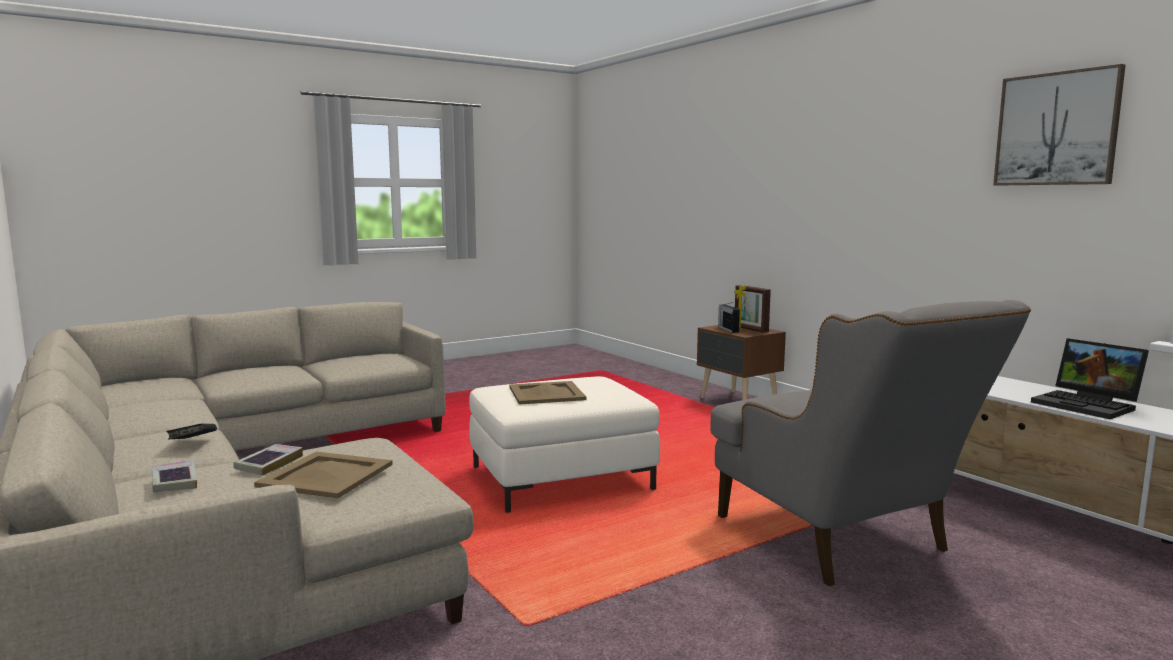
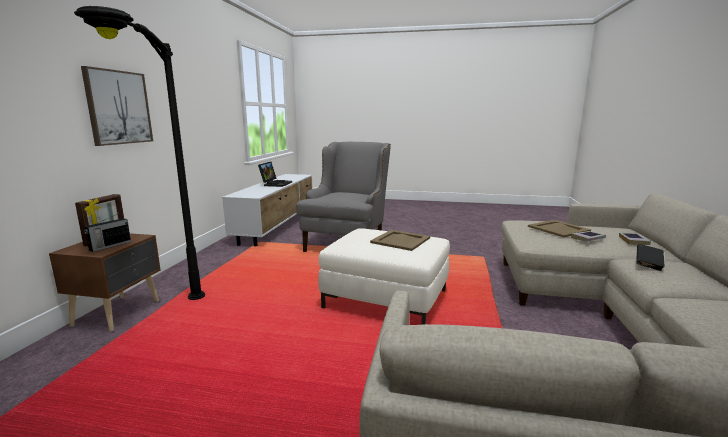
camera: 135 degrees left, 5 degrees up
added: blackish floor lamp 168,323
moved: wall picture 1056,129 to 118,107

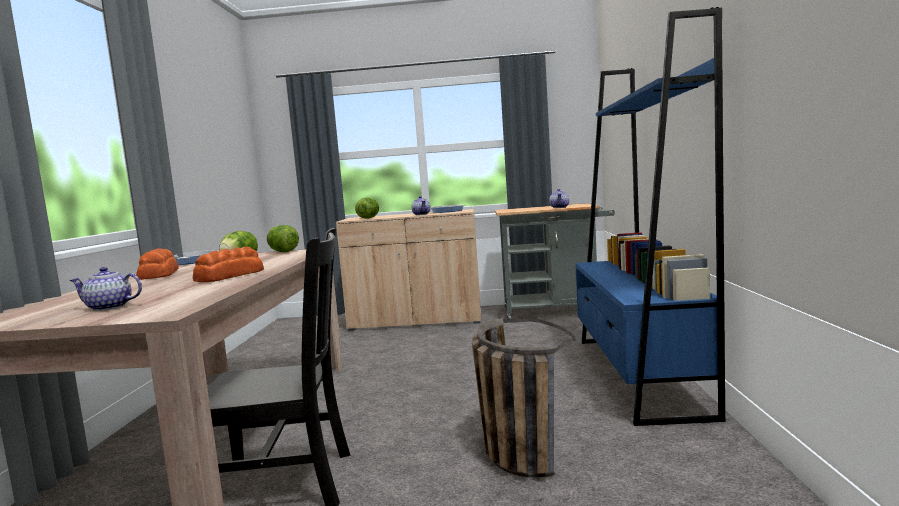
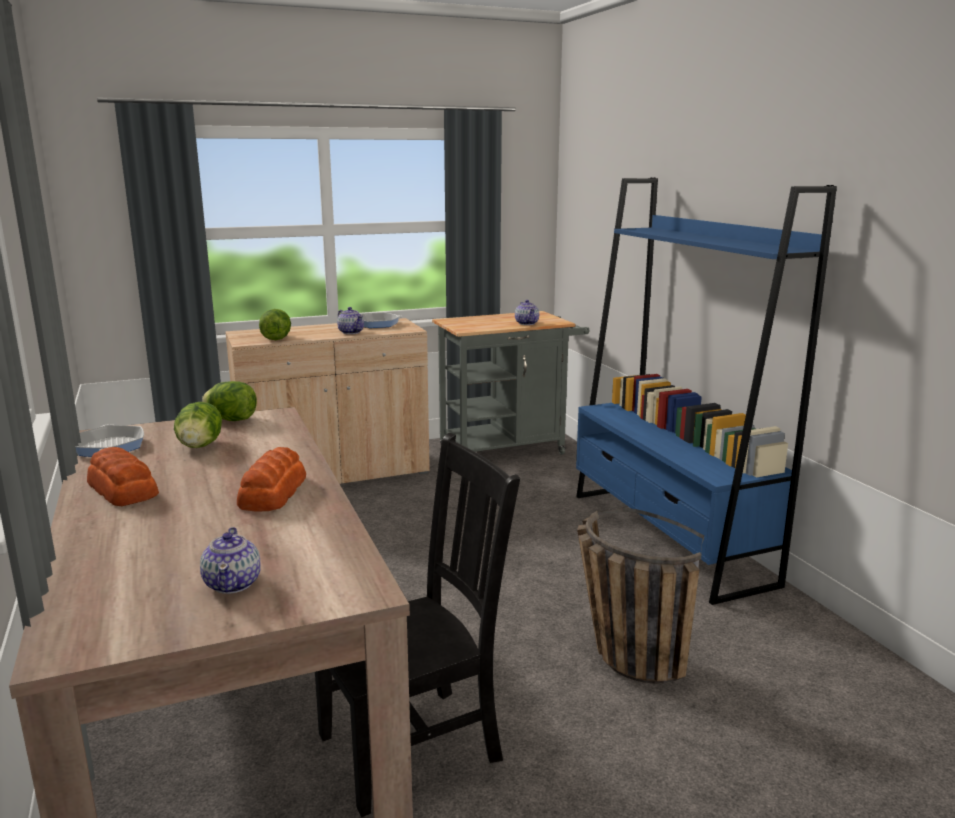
camera: 25 degrees left, 10 degrees up
turned: pot for tea 109,307 = 233,583 75 degrees counterclockwise

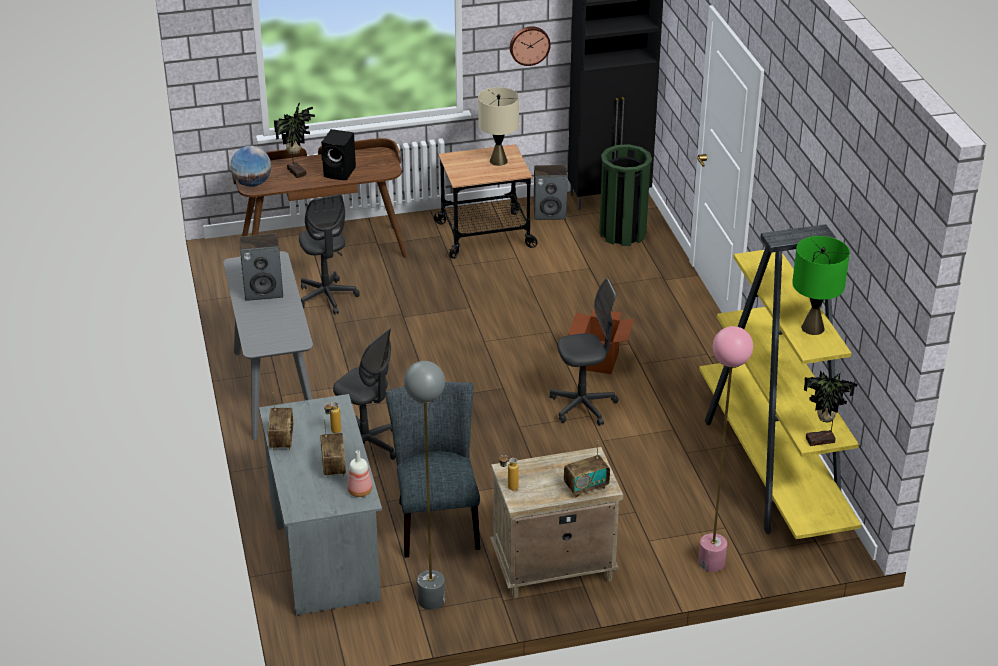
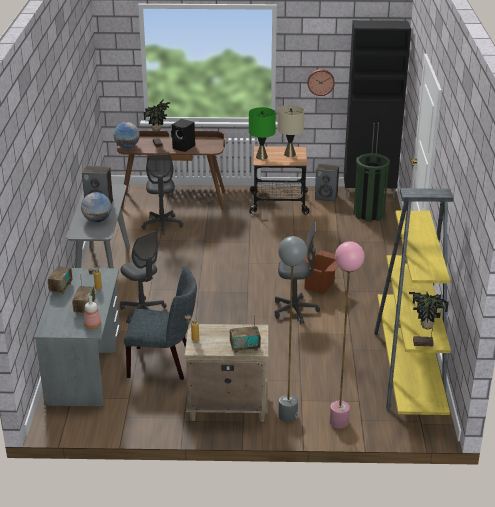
camera: 15 degrees right, 5 degrees down
added: world globe 97,220
moved: gray floor lamp 431,600 to 287,416; green-coloured lamp for a table 813,328 to 262,157
turned: gray plain chair 436,521 = 164,364 90 degrees clockwise

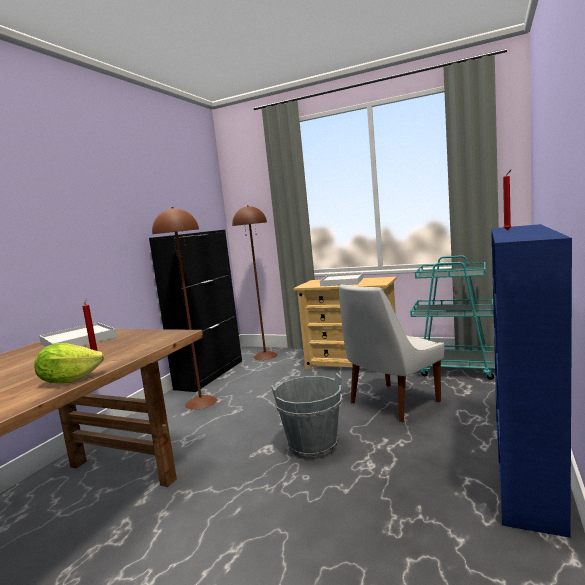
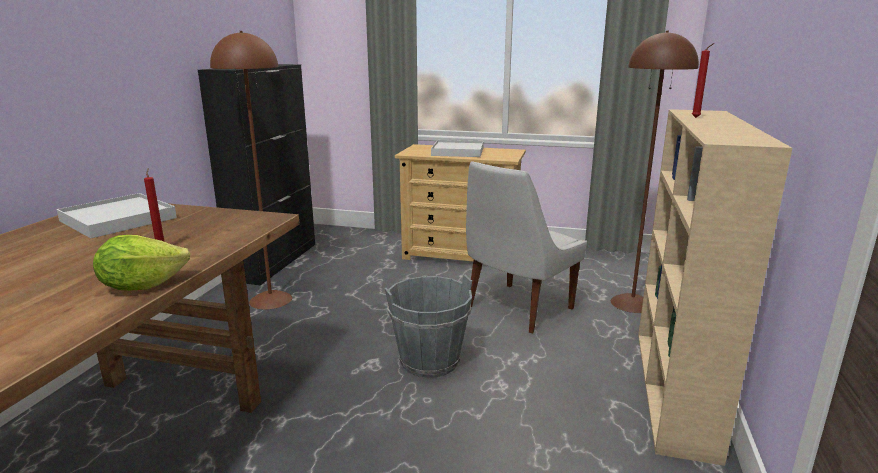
camera: 10 degrees left, 10 degrees up
removed: turquoise wheeled cart 455,368
moved: brownish floor lamp 265,356 to 632,303
recoloured: bluish bookcase 526,468 to beige-coloured bookcase 674,390

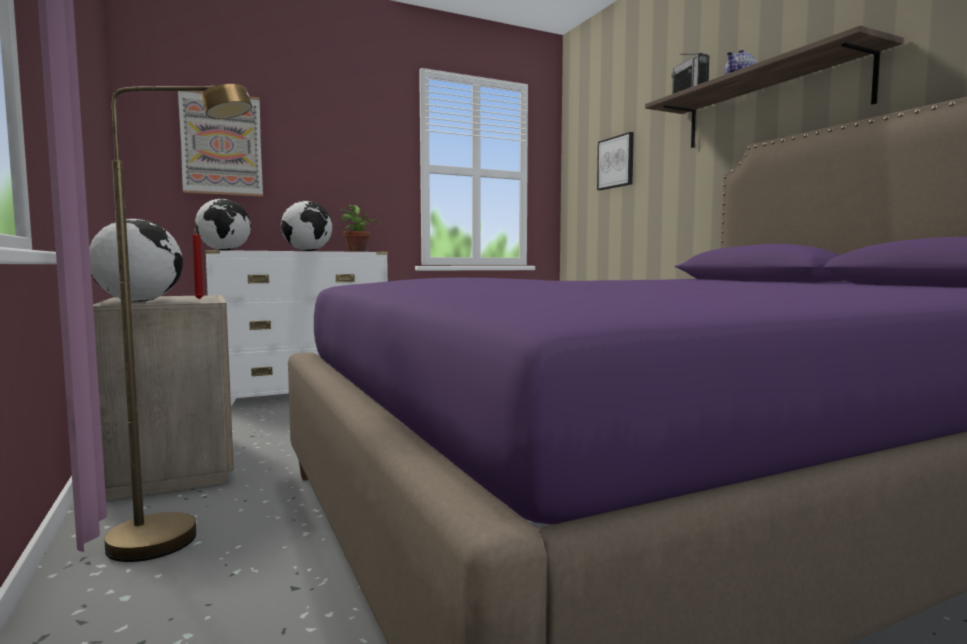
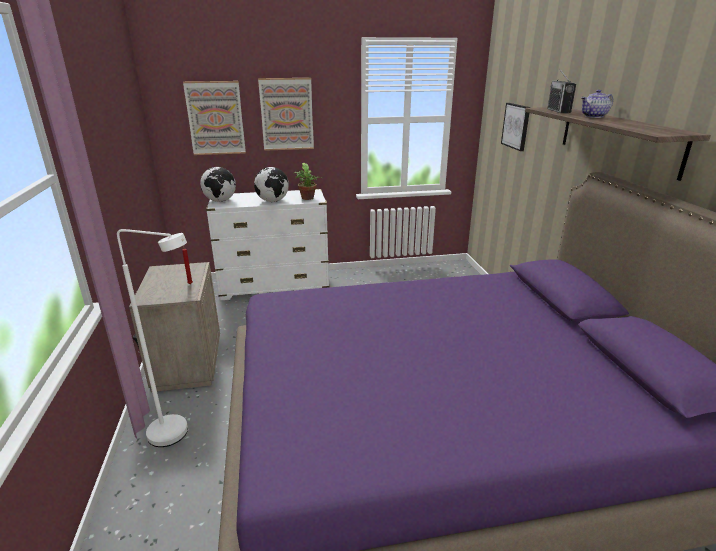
camera: 15 degrees right, 20 degrees up
removed: world globe 139,301
added: wall picture 287,114
recoloured: brownish floor lamp 177,540 to white floor lamp 178,434

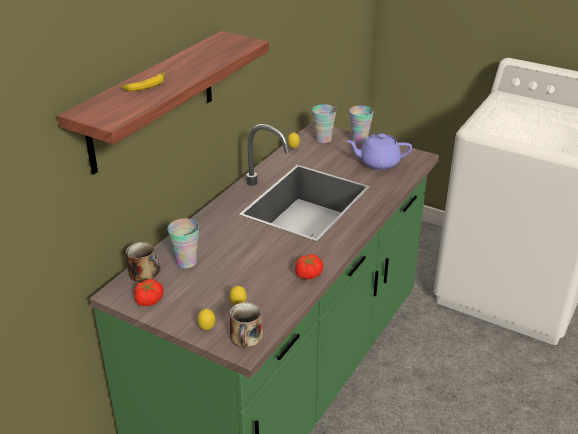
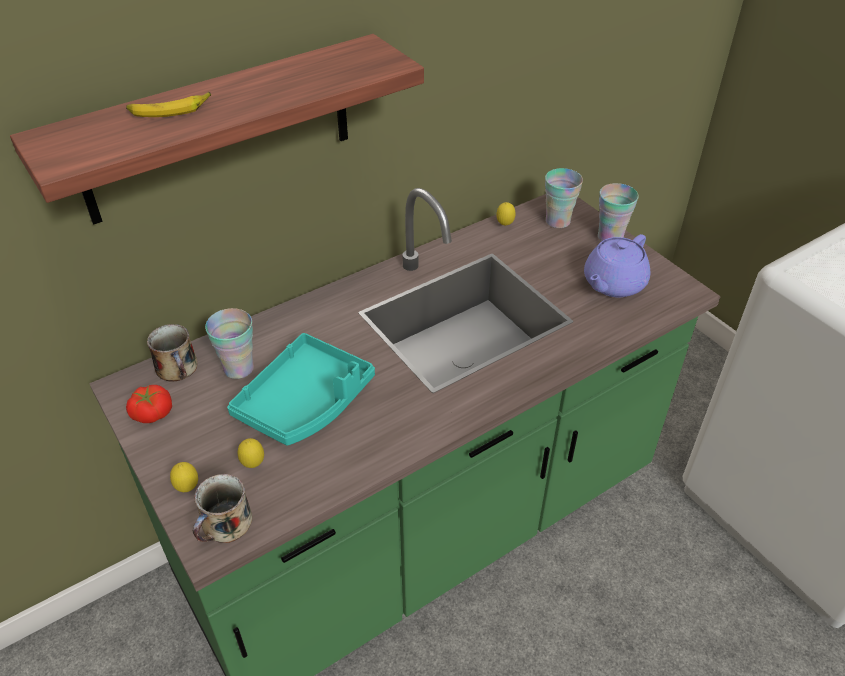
camera: 25 degrees right, 10 degrees up
removed: whole tomato 308,274
added: turquoise tray 306,402
turned: purple-coloured pot for tea 378,163 = 613,284 75 degrees counterclockwise

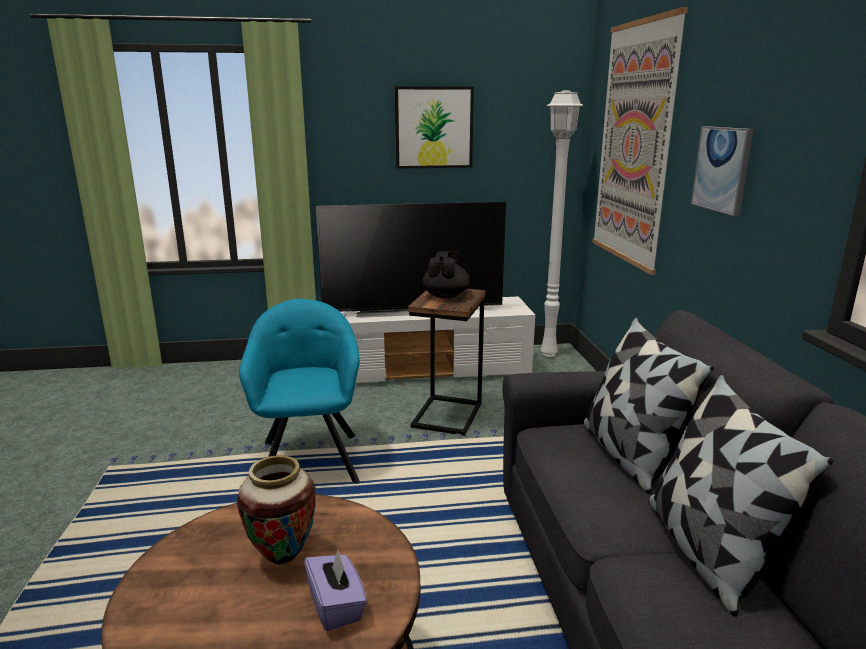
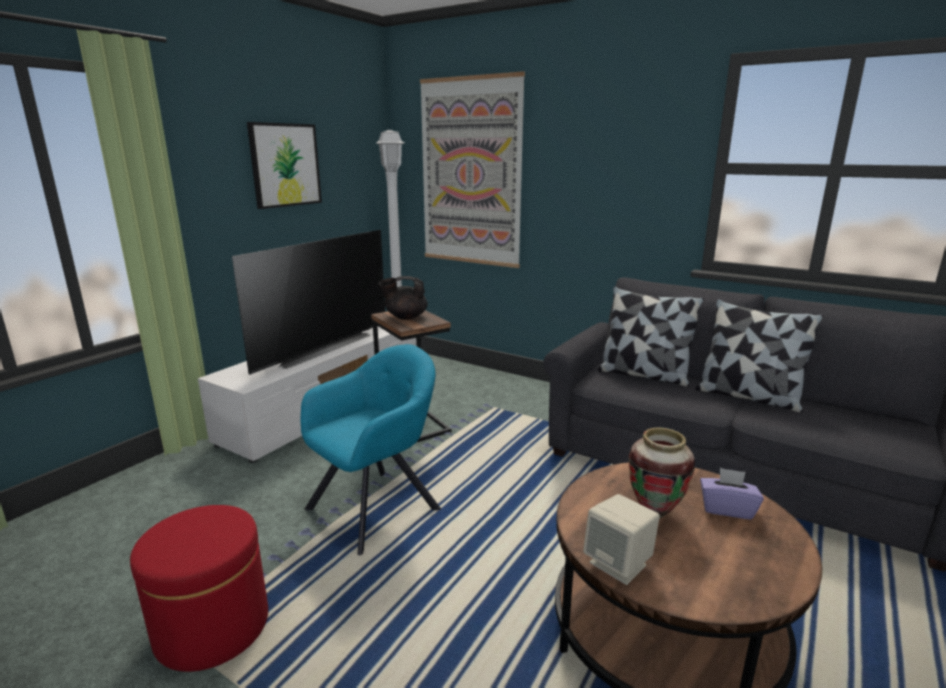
camera: 50 degrees left, 0 degrees up
removed: wall picture 722,169
added: red footrest 212,627; beige-coloured loudspeaker 618,564
turned: turquoise armchair 309,458 = 377,506 105 degrees clockwise; blackish pot for tea 446,296 = 405,317 60 degrees counterclockwise

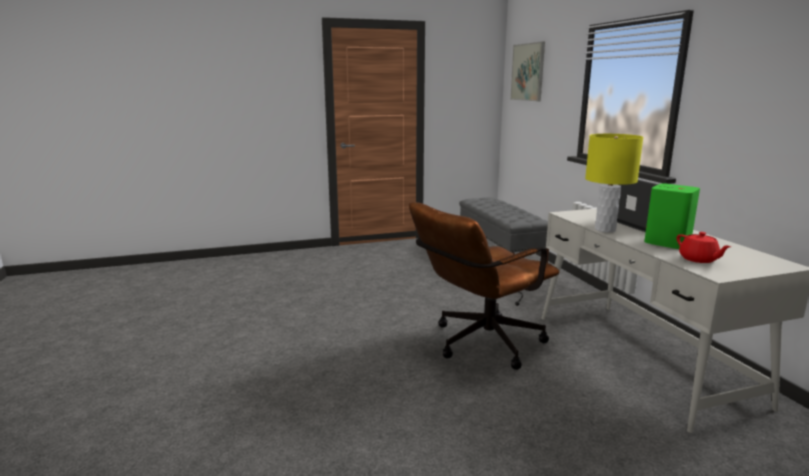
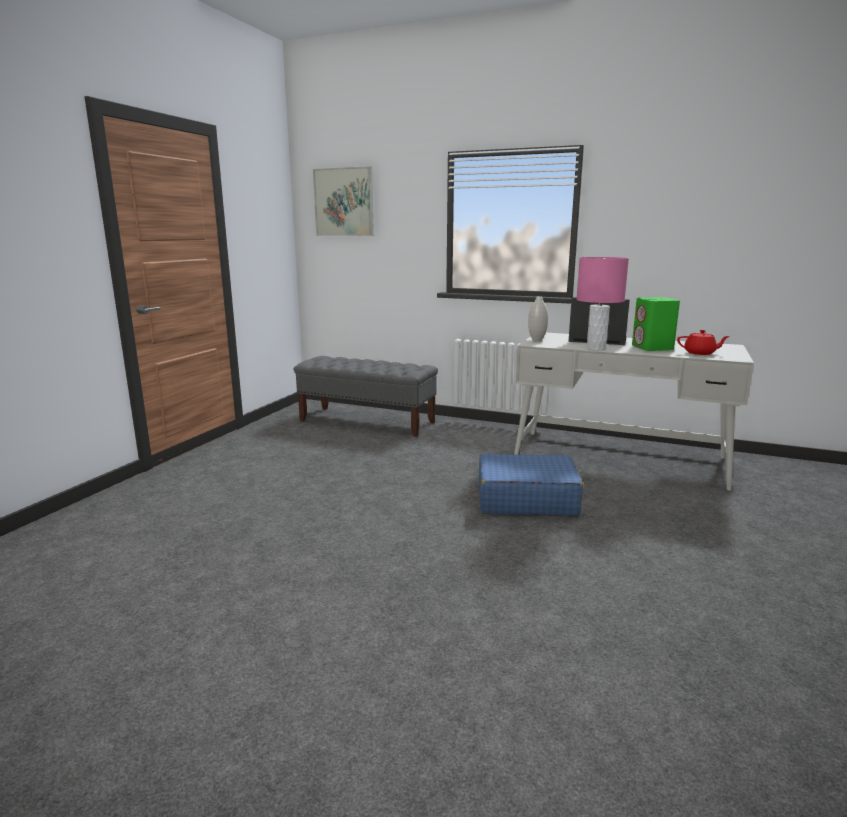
camera: 50 degrees left, 0 degrees up
added: white flower vase 537,340
replaced: brownish computer chair 479,344 to bluish piece of luggage 525,499
recoloured: yellow-coloured lamp for a table 605,229 to pink-coloured lamp for a table 596,348

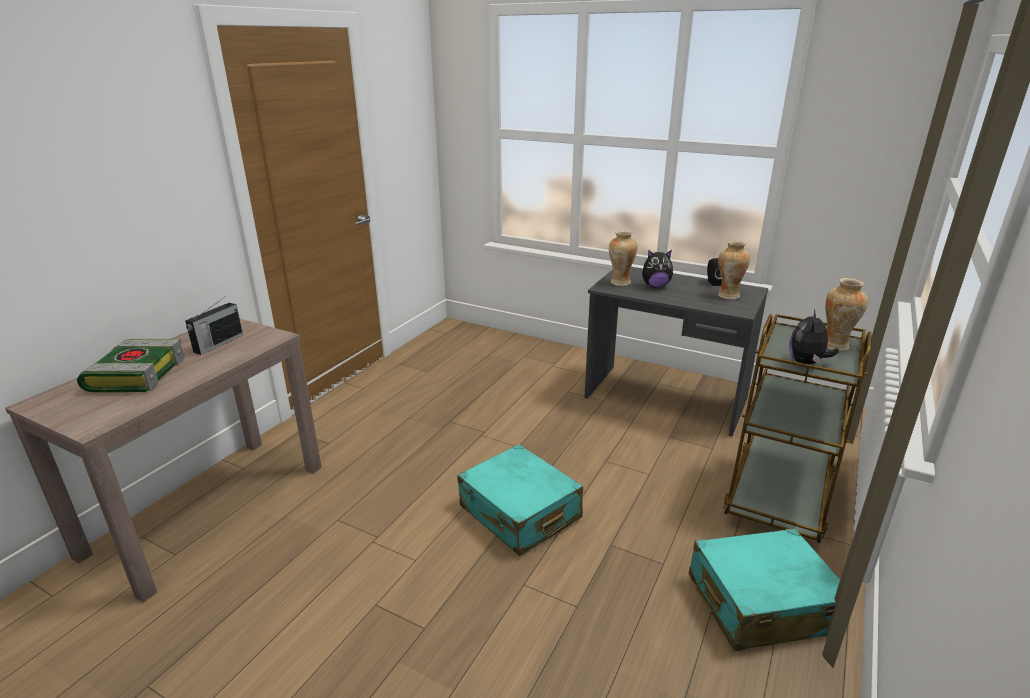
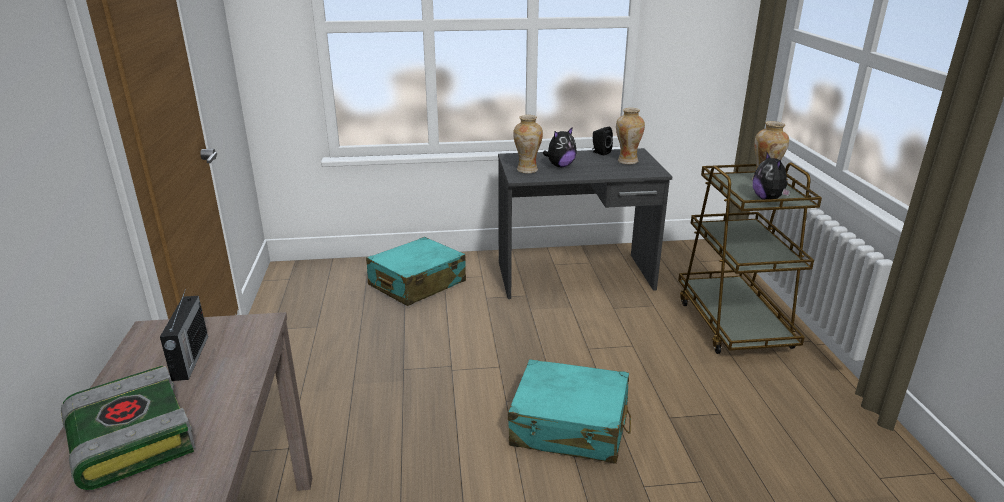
camera: 35 degrees left, 0 degrees up
moved: turquoise piece of luggage 761,603 to 417,284

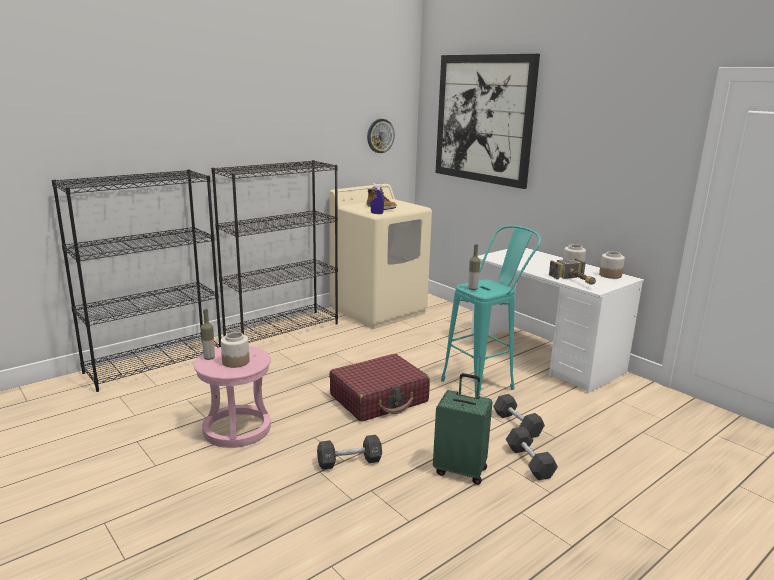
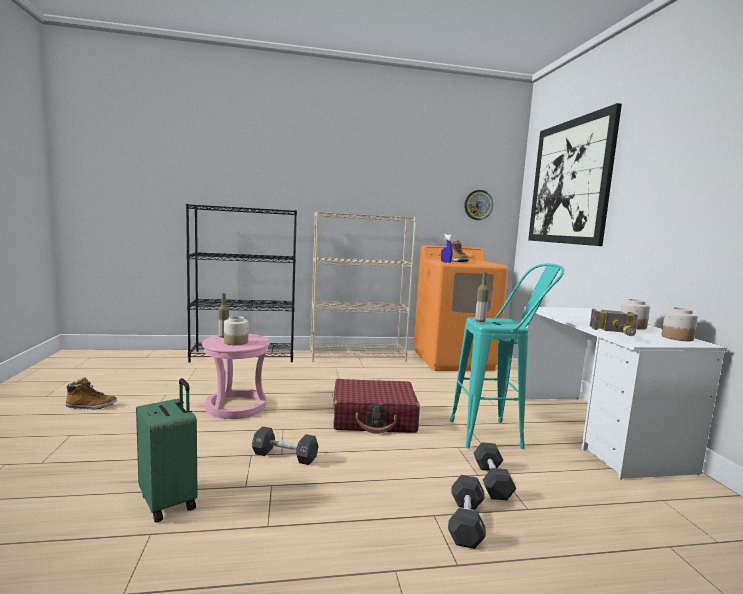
camera: 30 degrees right, 10 degrees down
added: boot 91,406
moved: green-coloured piece of luggage 460,470 to 170,501
recoloured: blackish bookcase 282,329 to beige-coloured bookcase 358,356; beige-coloured laundry appliance 378,310 to orange-coloured laundry appliance 453,360

